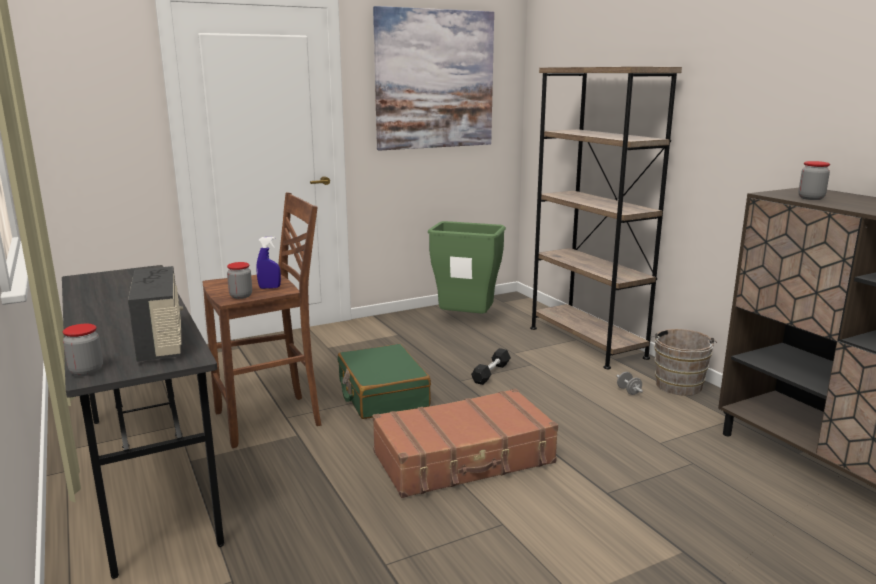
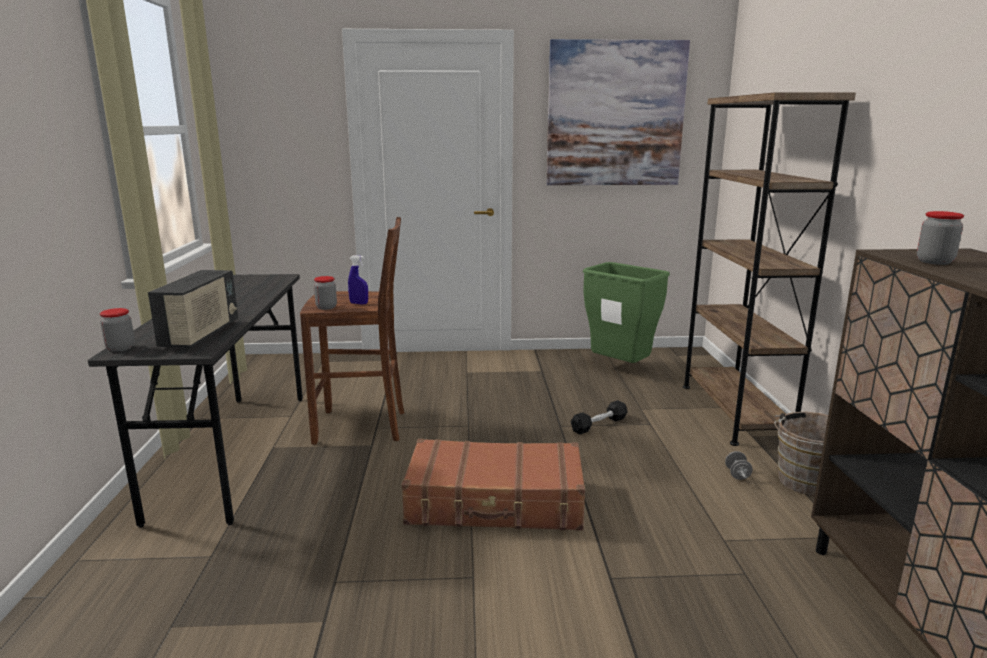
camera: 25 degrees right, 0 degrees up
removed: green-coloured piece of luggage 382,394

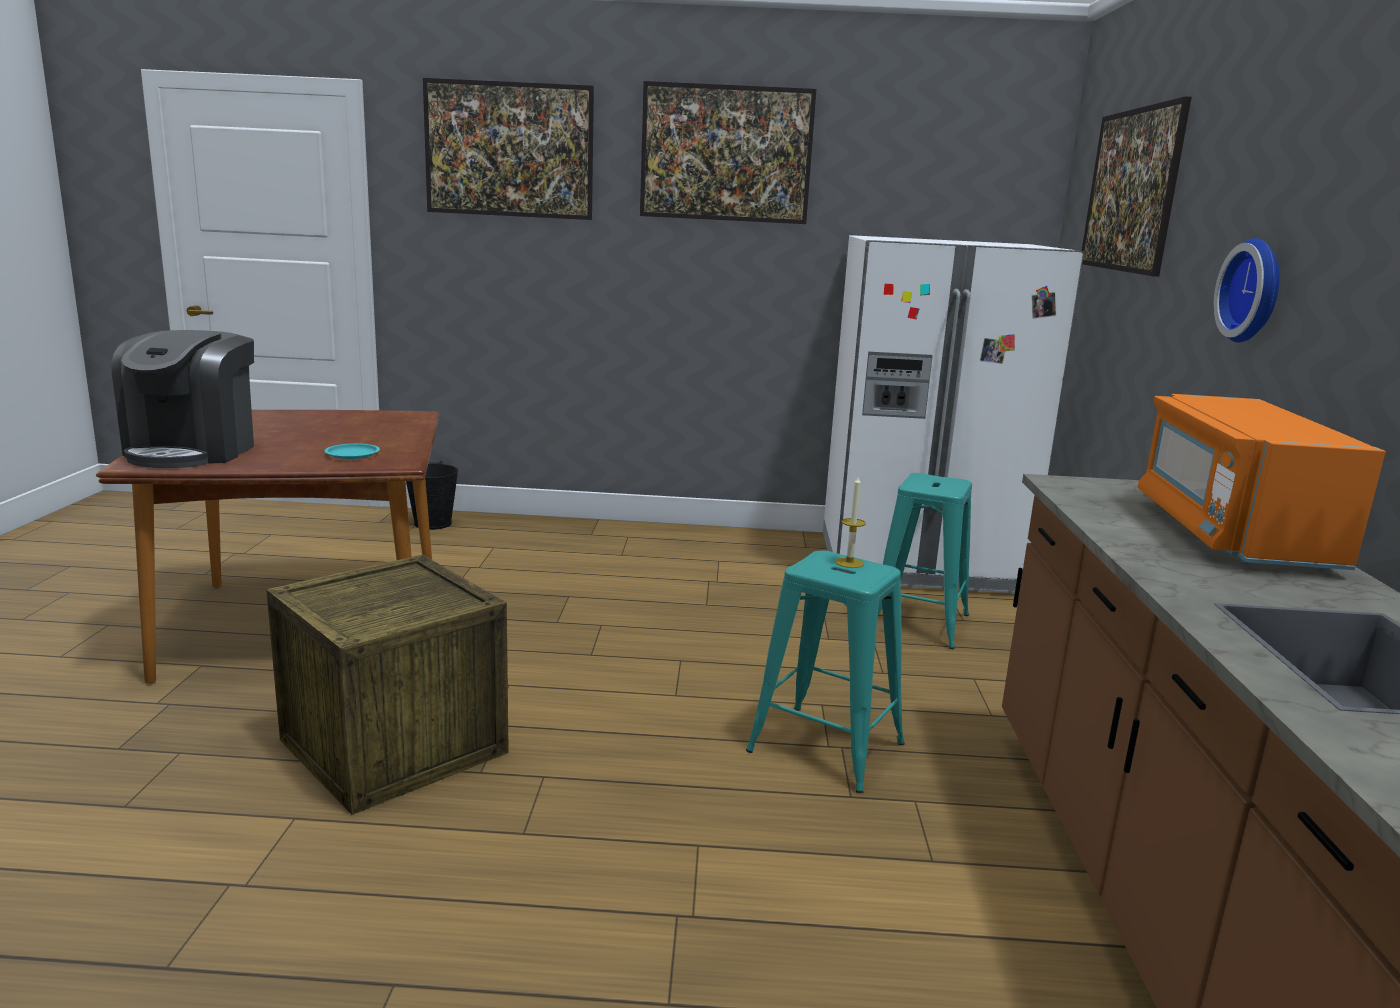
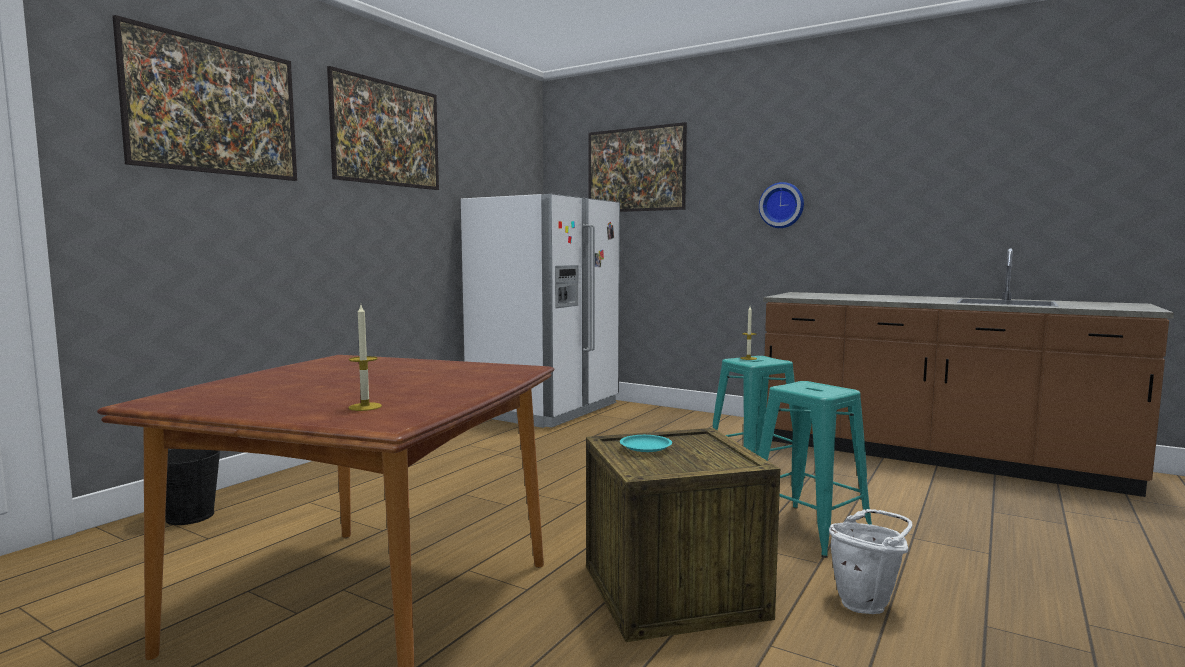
camera: 60 degrees left, 10 degrees down
removed: orange-coloured kitchen microwave 1231,533
added: white pail 867,603
moved: turquoise dinner plate 352,454 to 646,447; turquoise sitting stool 919,622 to 807,530
replaced: coffee maker 193,451 to candle 365,407

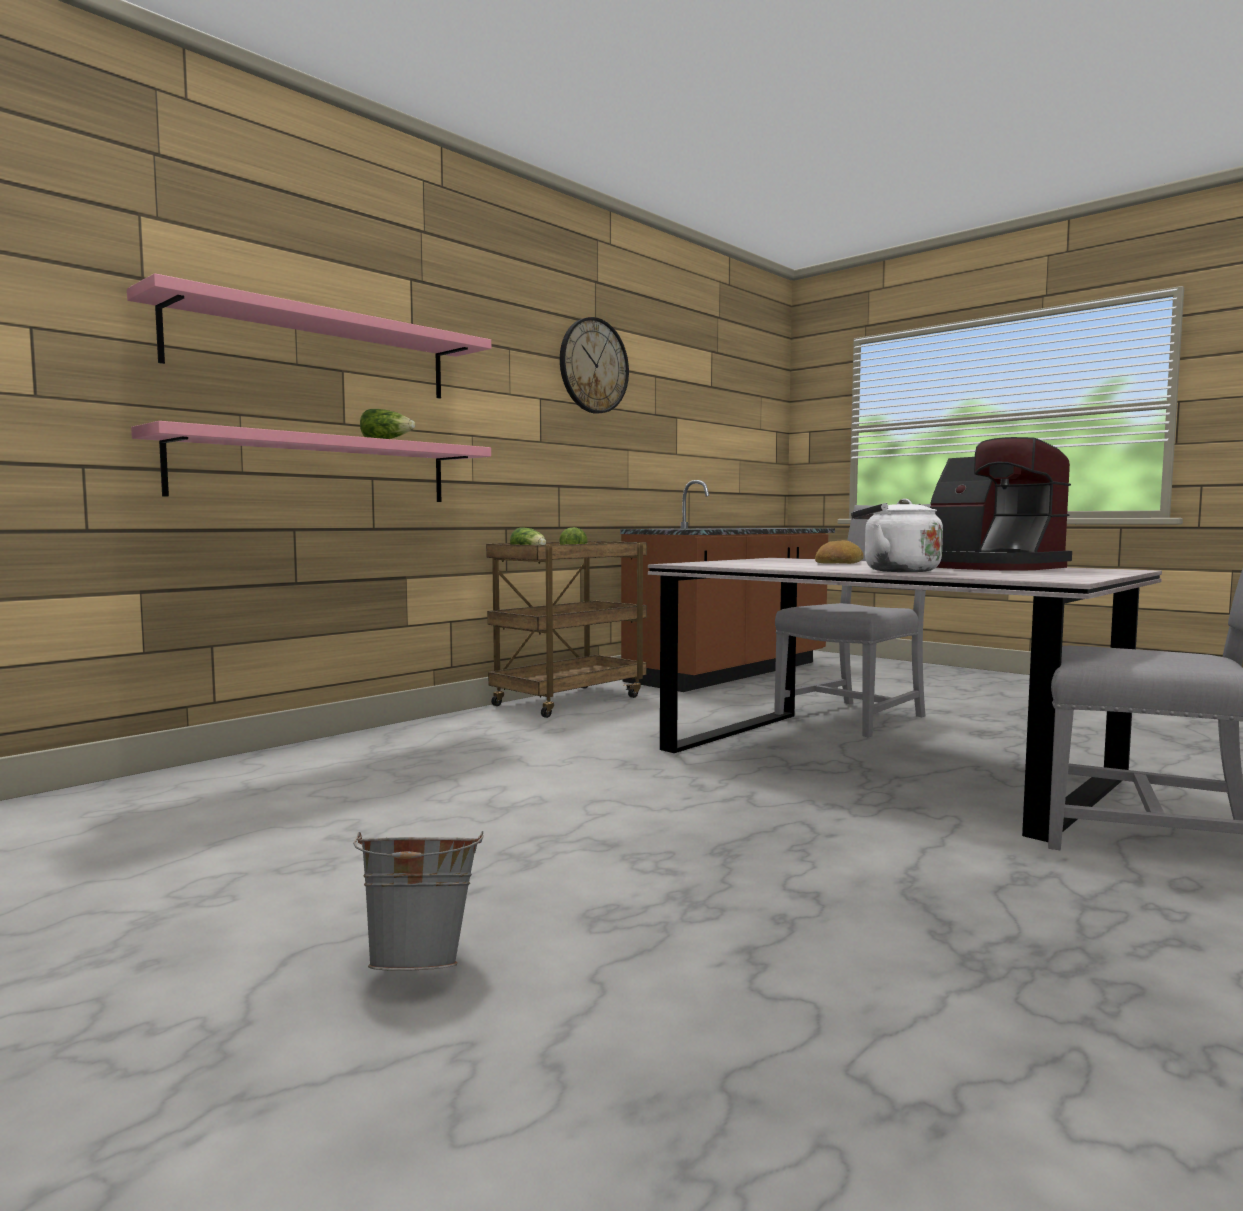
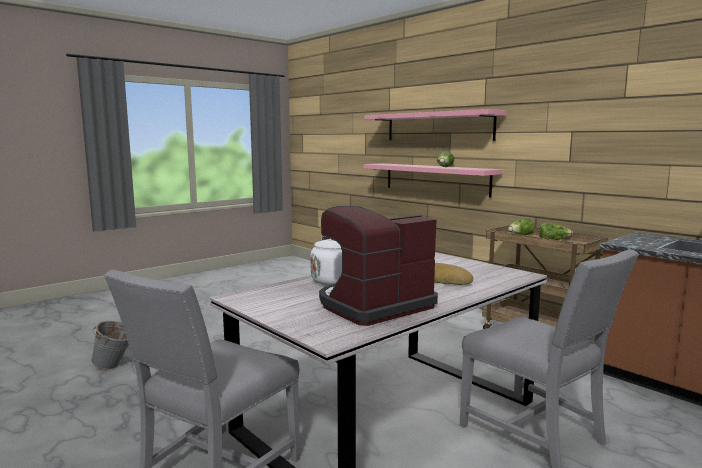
camera: 95 degrees right, 5 degrees up
removed: hanging clock 593,366
moved: gray pail 421,964 to 115,366

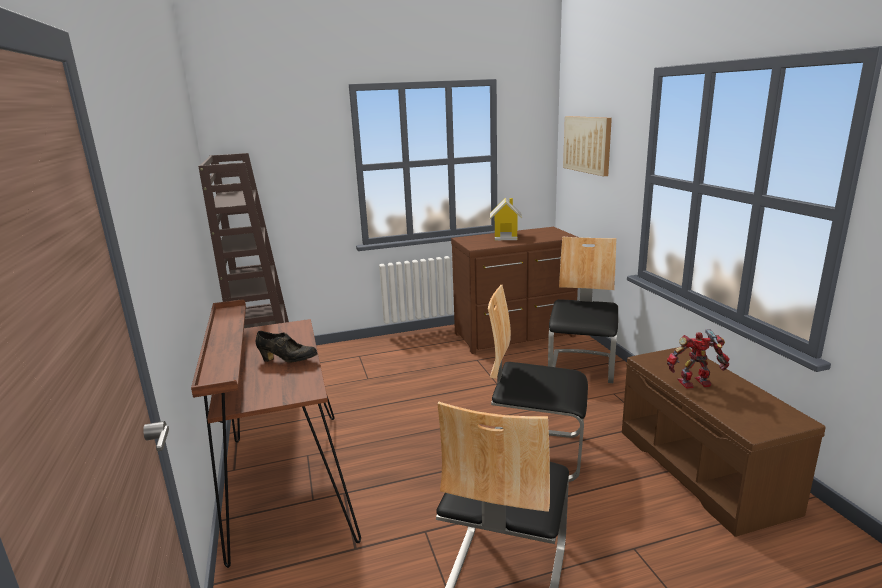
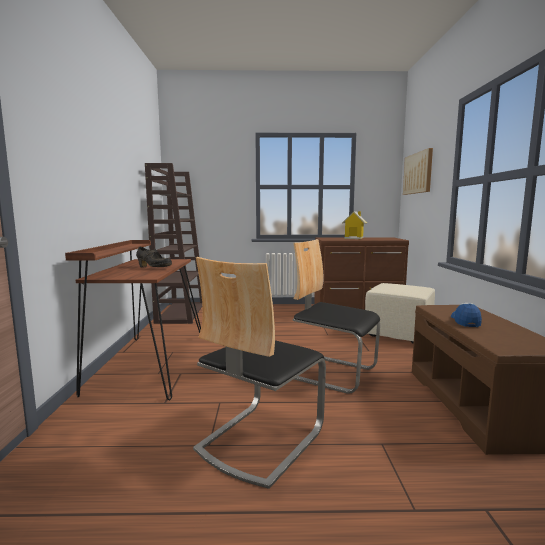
camera: 15 degrees right, 10 degrees down
replaced: plain chair 582,367 to beige-coloured footrest 399,334; model robot 695,384 to baseball cap 465,321

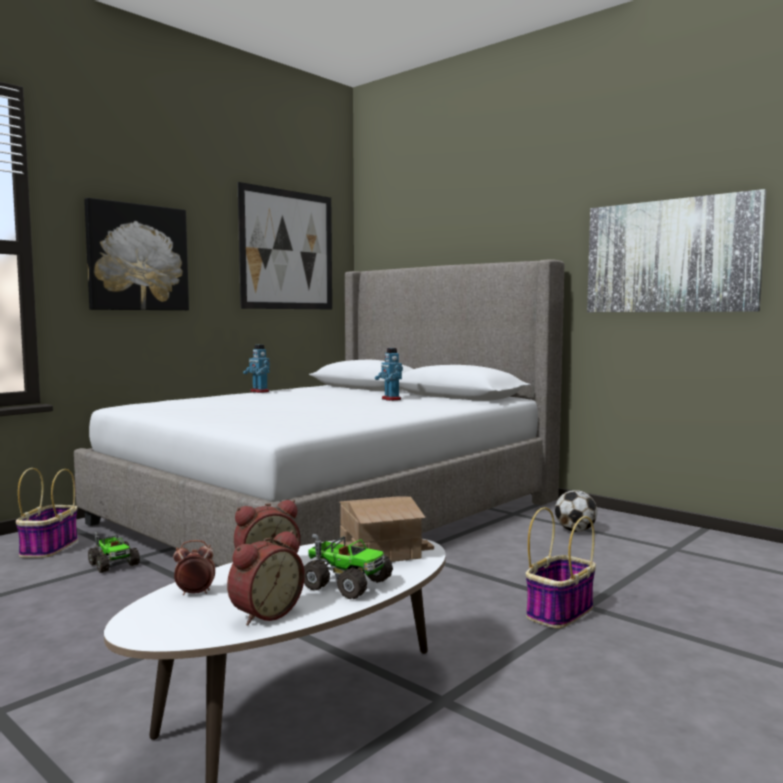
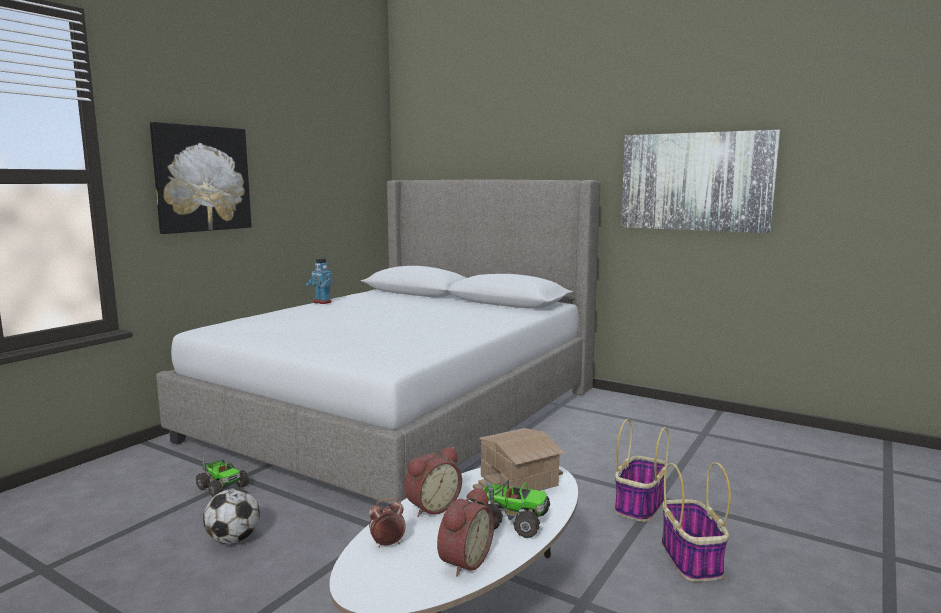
camera: 10 degrees left, 5 degrees up
removed: wall picture 287,250; model robot 390,399
moved: household basket 49,548 to 692,559; ball for football 575,530 to 233,539

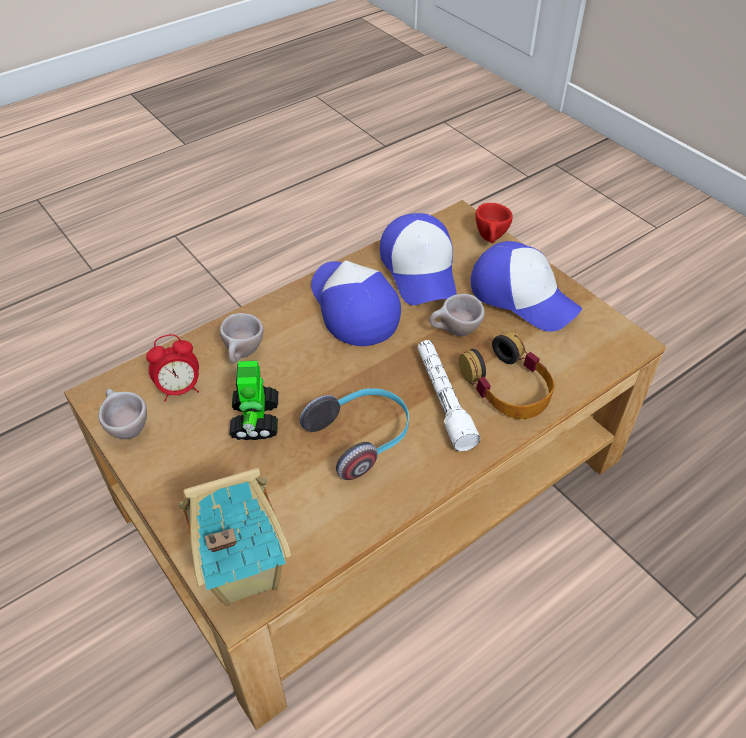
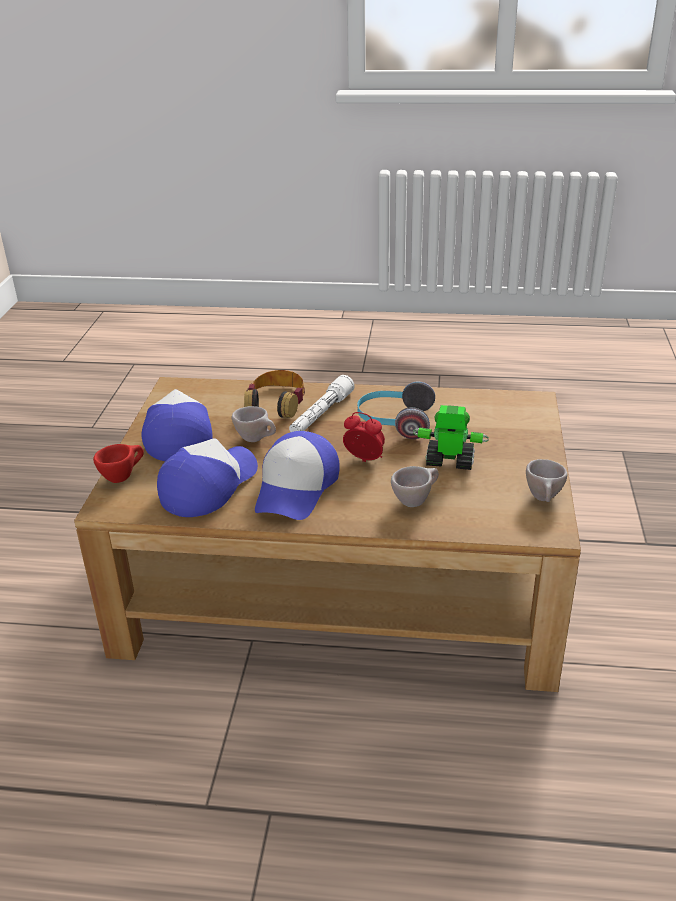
camera: 135 degrees left, 15 degrees down
removed: model house 242,573
moved: alarm clock 180,389 to 364,460
turned: model robot 255,419 = 449,461 120 degrees counterclockwise

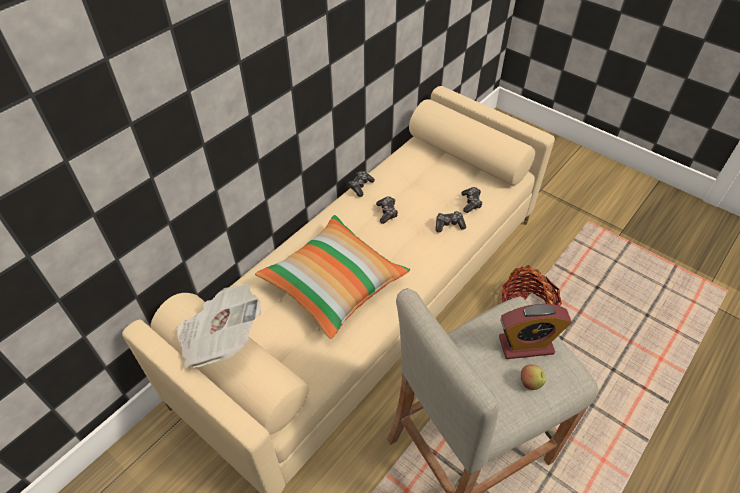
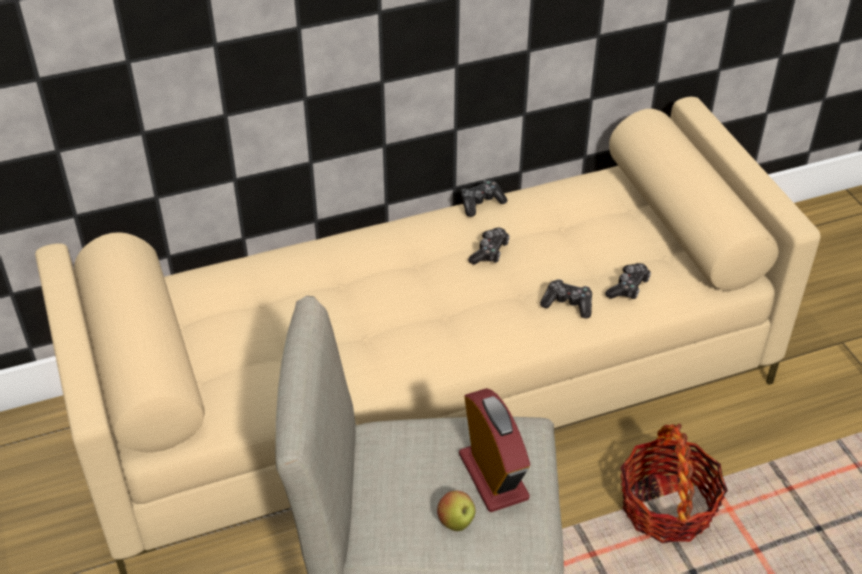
camera: 30 degrees right, 5 degrees down
removed: daily paper 220,338; throw pillow 334,284
turned: alarm clock 526,345 = 493,476 135 degrees counterclockwise

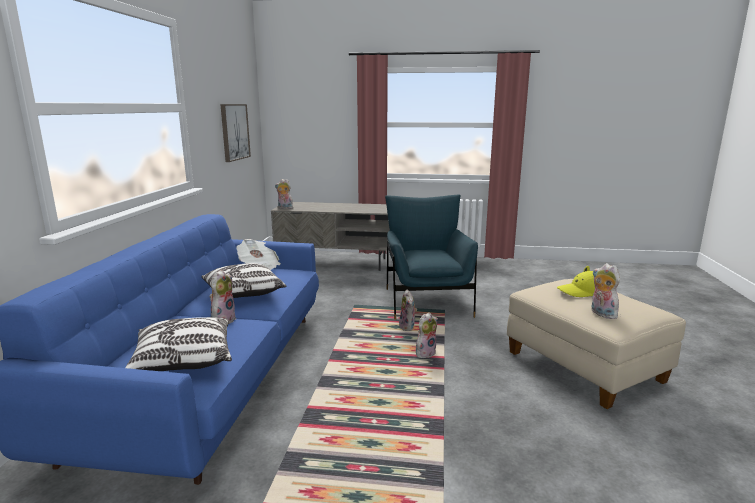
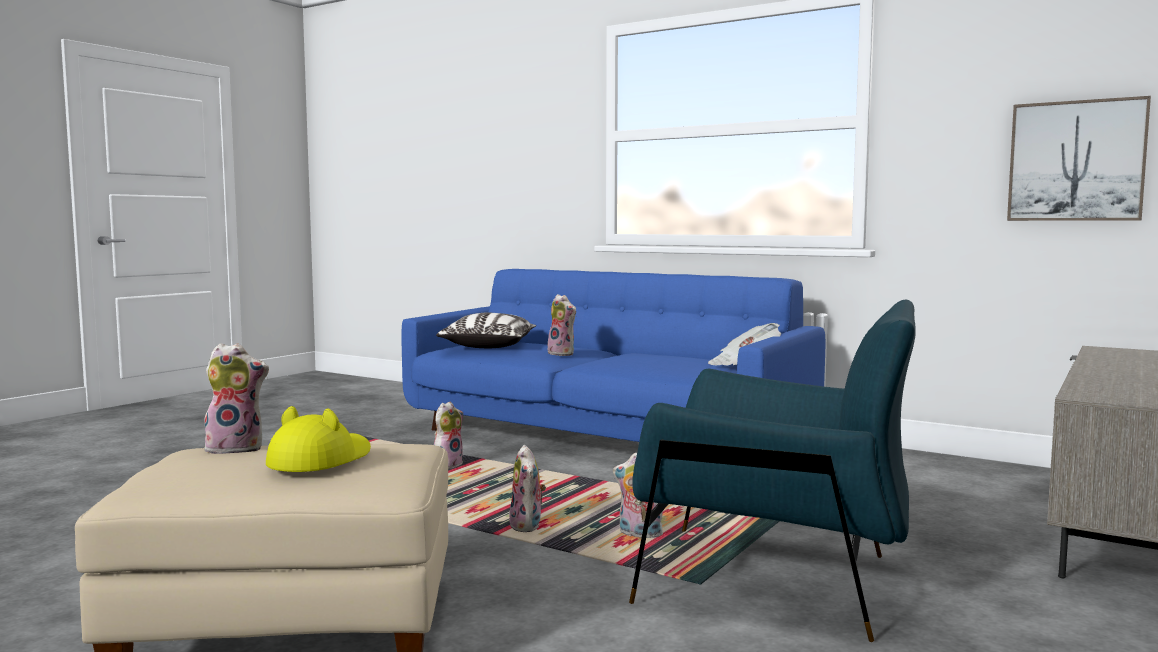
camera: 115 degrees right, 10 degrees down
removed: throw pillow 243,293
moved: soft toy 284,208 to 447,466

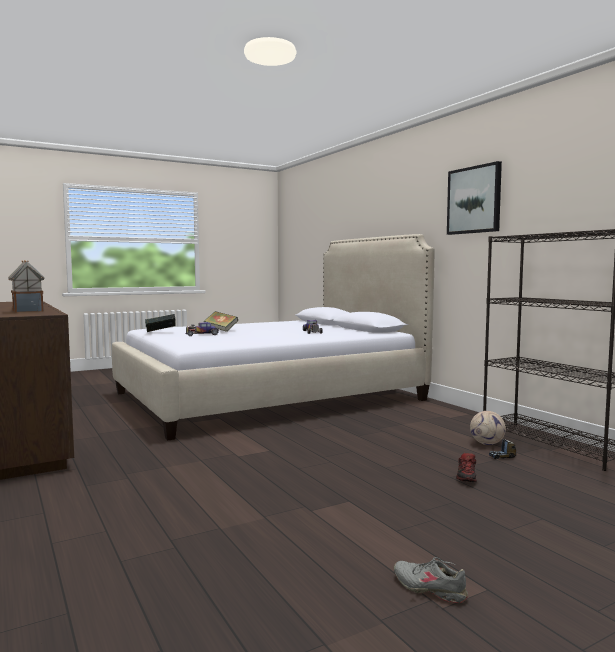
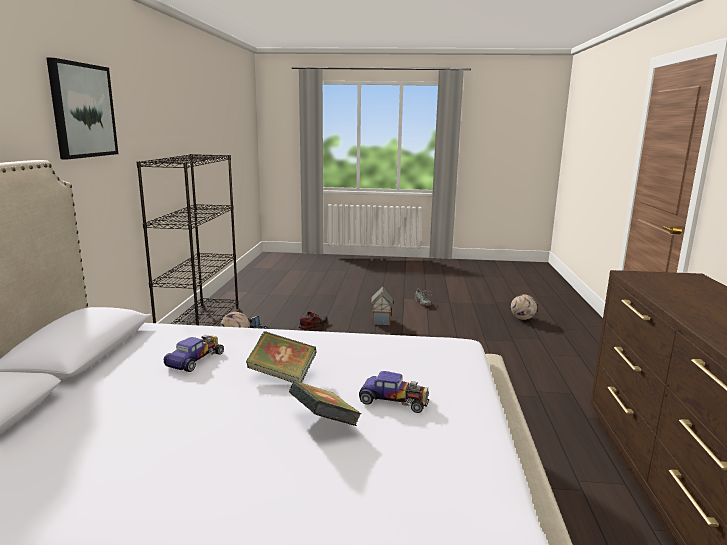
camera: 145 degrees left, 10 degrees up
added: ball for football 522,318
moved: model house 27,311 to 381,322; volume 160,332 to 282,375

